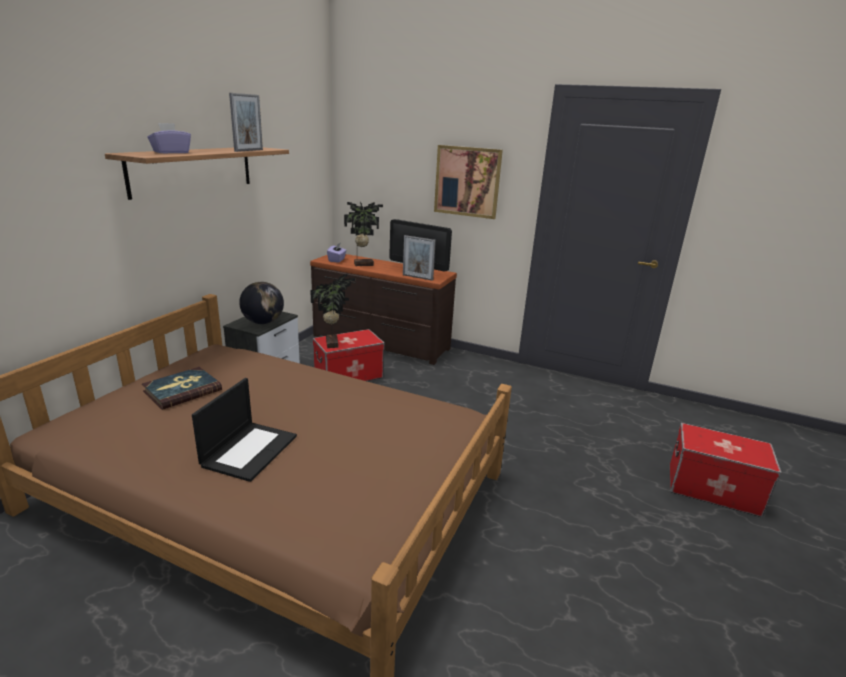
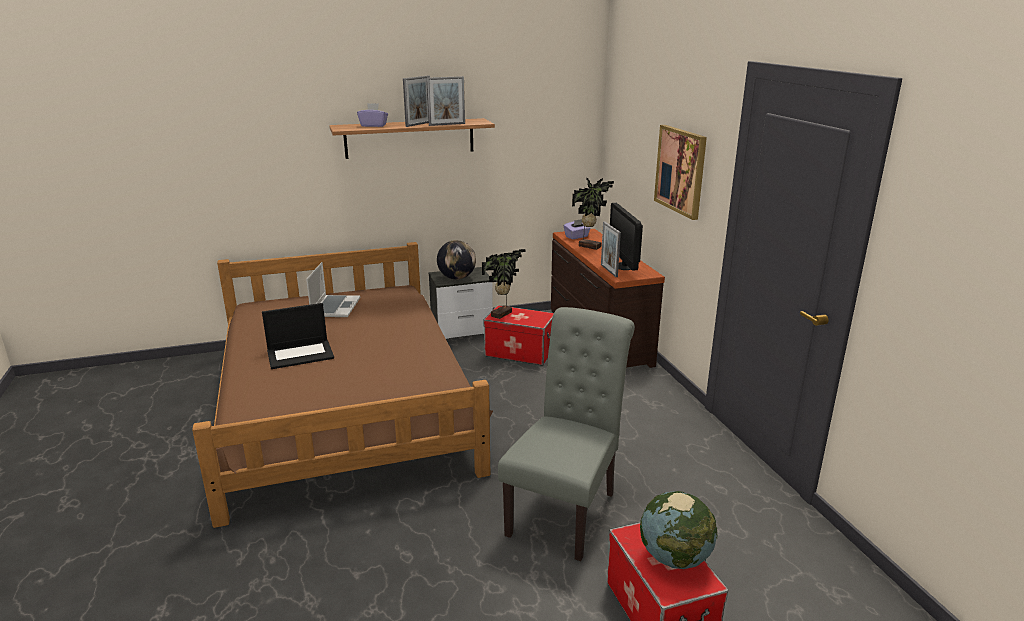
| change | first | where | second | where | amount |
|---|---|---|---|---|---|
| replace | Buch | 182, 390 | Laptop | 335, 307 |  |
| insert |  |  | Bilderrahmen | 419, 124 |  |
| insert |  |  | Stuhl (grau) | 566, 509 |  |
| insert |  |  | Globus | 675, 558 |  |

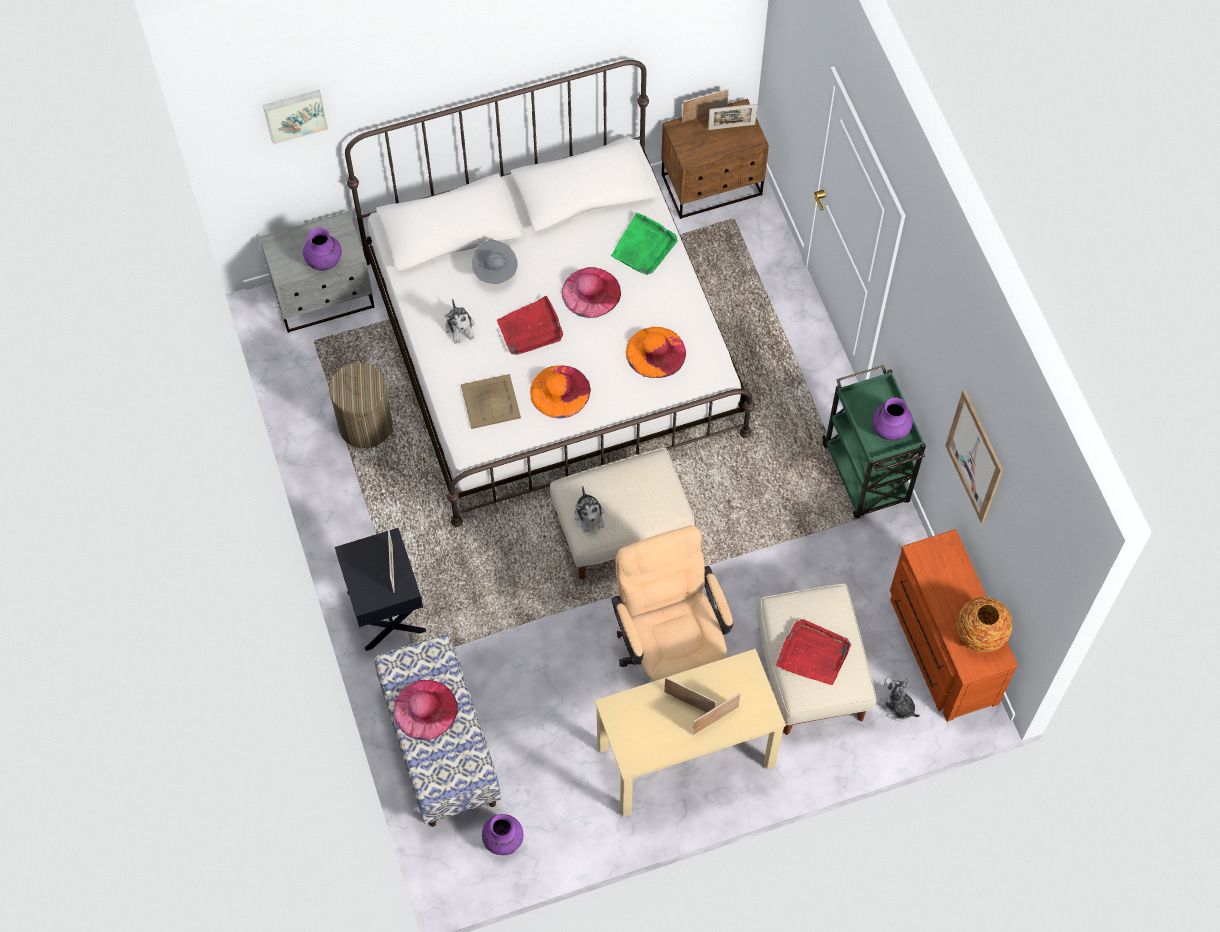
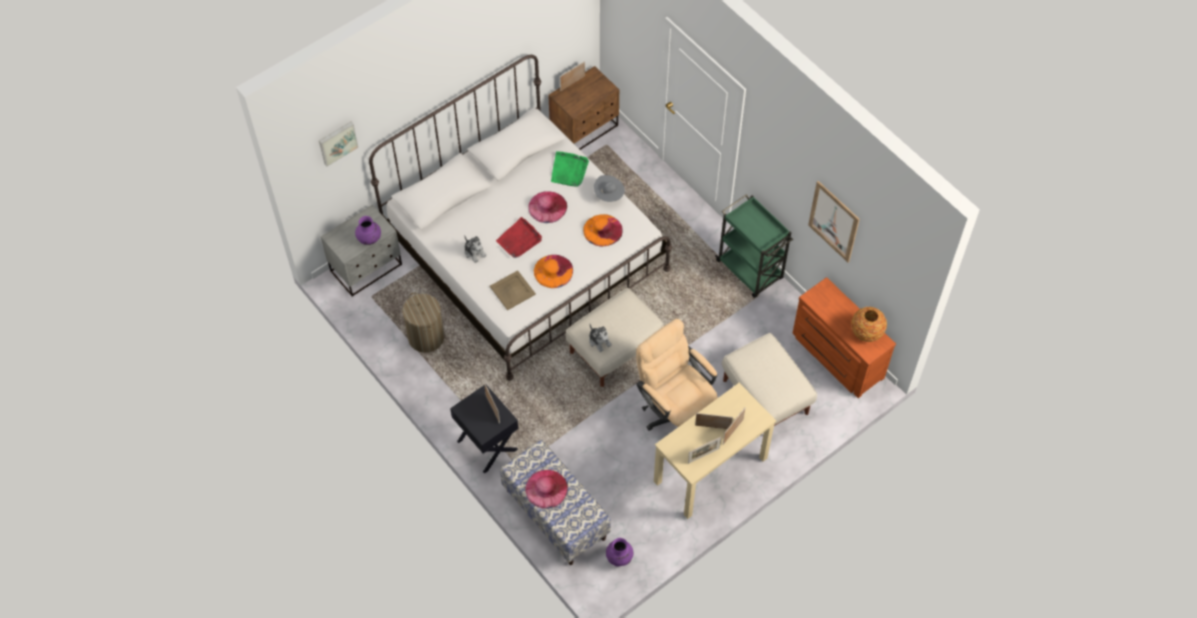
| change | first | where | second | where | amount |
|---|---|---|---|---|---|
| move | Bilderrahmen | 731, 127 |  | 703, 456 |  |
| move | Hut (grau) | 495, 273 |  | 609, 196 |  |
| delete | Vase (lila) | 890, 429 |  |  |  |
| delete | Tablett (rot) | 813, 654 |  |  |  |
| delete | Plüschtier | 897, 706 |  |  |  |

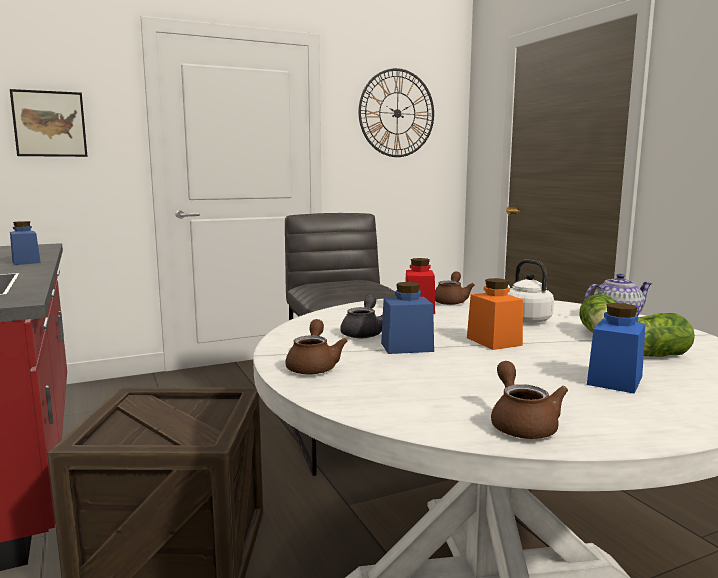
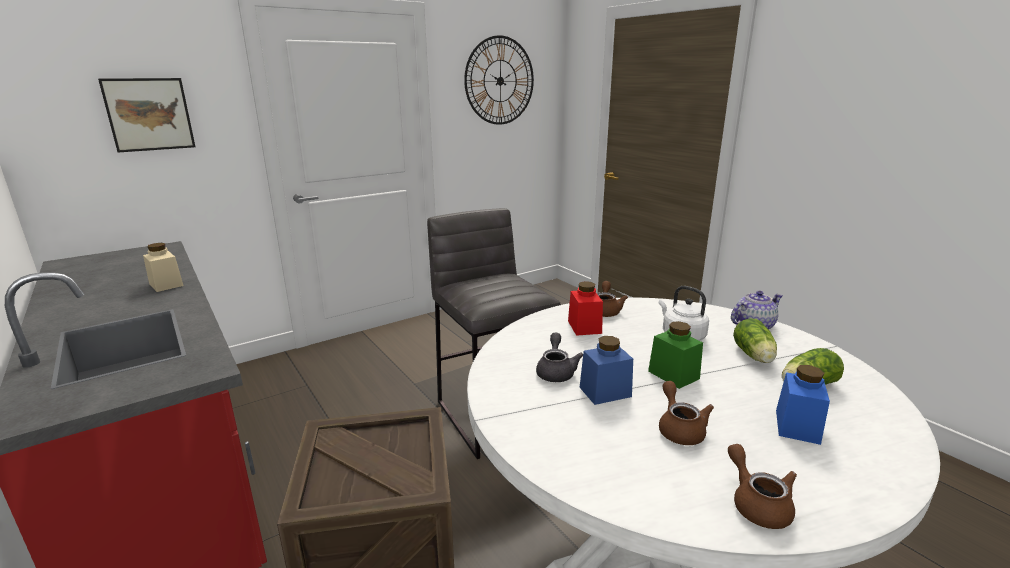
| change | first | where | second | where | amount |
|---|---|---|---|---|---|
| recolor | Vorratsglas (blau) | 26, 262 | Vorratsglas (beige) | 166, 284 |  |
| recolor | Vorratsglas (orange) | 494, 341 | Vorratsglas (grün) | 673, 375 |  |
| move | Teekanne (braun) | 314, 366 |  | 679, 429 |  |

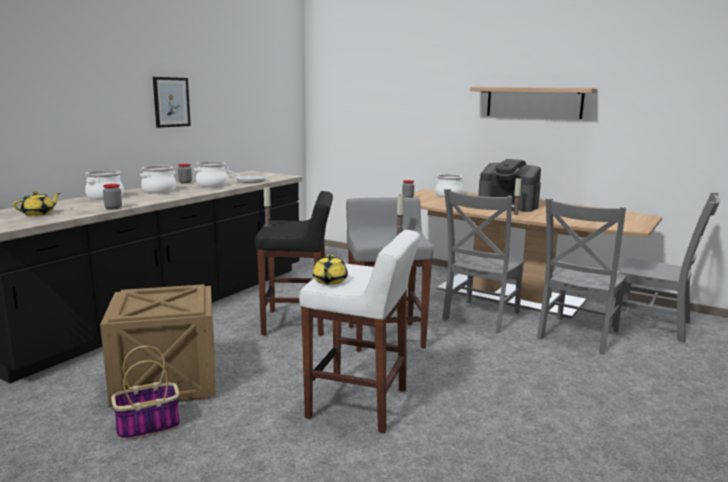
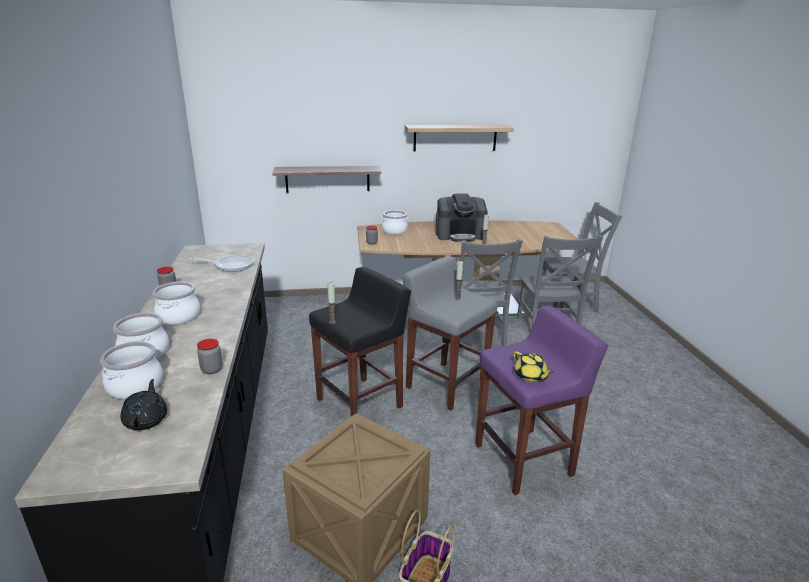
| change | first | where | second | where | amount |
|---|---|---|---|---|---|
| delete | Bild | 171, 102 |  |  |  |
| move | Kochtopf | 212, 185 |  | 136, 386 |  |
| recolor | Teekanne (gelb) | 39, 214 | Teekanne (schwarz) | 146, 420 |  |
| recolor | Hocker (weiß) | 359, 404 | Hocker (lila) | 525, 459 |  |
| insert |  |  | Wandregal | 327, 179 |  |

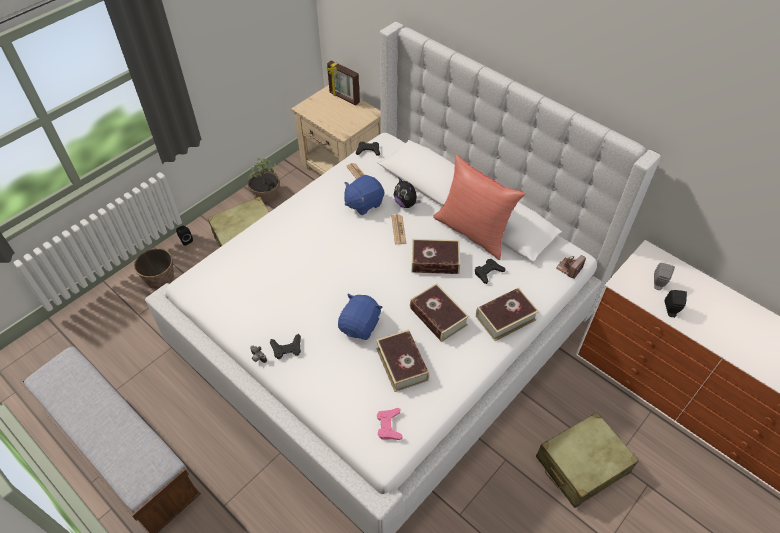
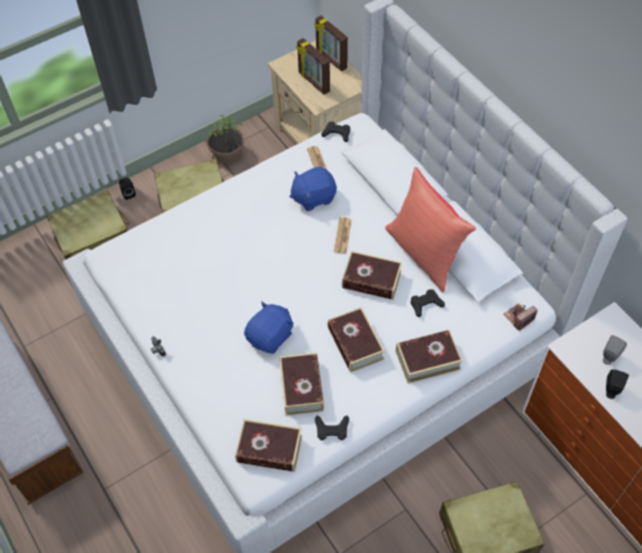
| change | first | where | second | where | amount |
|---|---|---|---|---|---|
| delete | Plüschtier | 406, 203 |  |  |  |
| replace | Pflanzkübel | 162, 283 | Koffer (beige) | 93, 238 |  |
| move | Gamepad (schwarz) | 286, 348 |  | 332, 429 |  |
| replace | Gamepad (rosa) | 389, 426 | Buch | 269, 449 |  |
| insert |  |  | Bilderrahmen | 313, 82 |  |

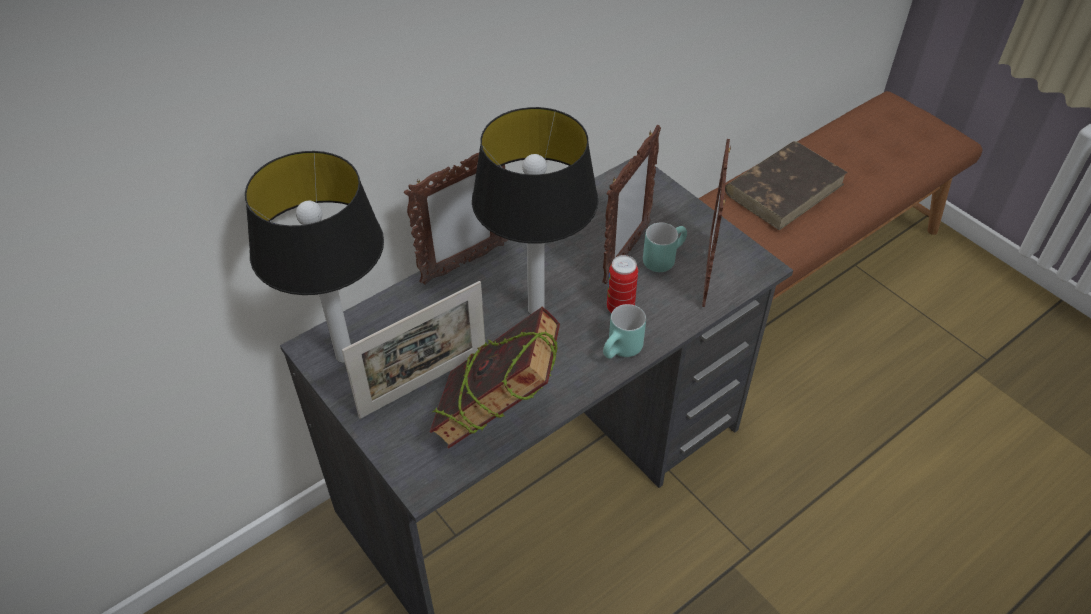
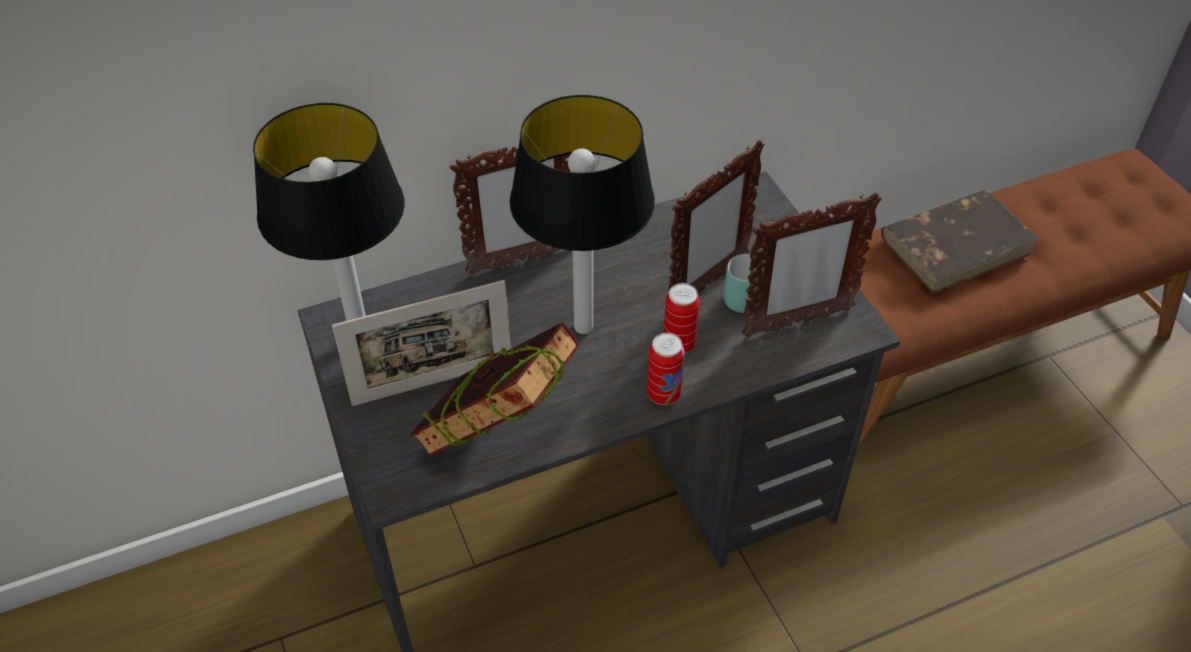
| change | first | where | second | where | amount |
|---|---|---|---|---|---|
| rotate | Bilderrahmen | 708, 271 |  | 796, 322 | 135 degrees counterclockwise |
| replace | Henkelbecher (türkis) | 622, 352 | Dose | 663, 394 |  |

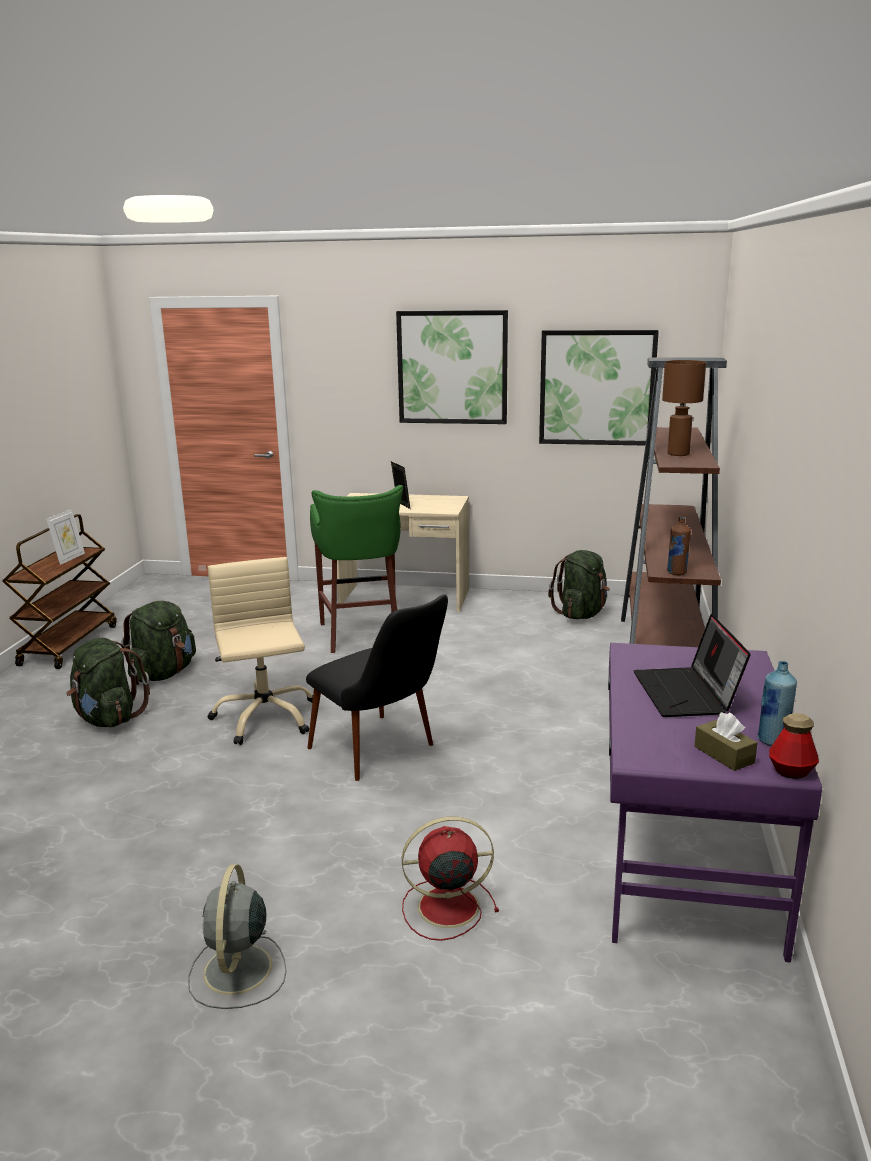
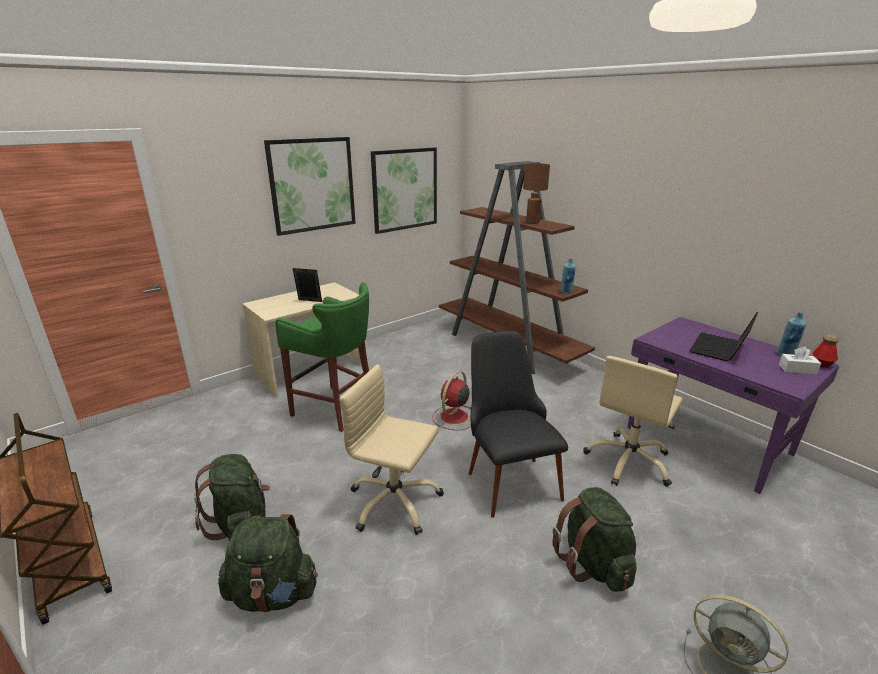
| change | first | where | second | where | amount |
|---|---|---|---|---|---|
| delete | Bilderrahmen | 69, 558 |  |  |  |
| recolor | Flasche (braun) | 676, 572 | Flasche (blau) | 566, 292 |  |
| move | Rucksack (grün) | 581, 614 |  | 593, 563 |  |
| rotate | Stuhl (schwarz) | 383, 754 |  | 507, 475 | 105 degrees counterclockwise |
| rotate | Laptop | 687, 694 |  | 719, 349 | 90 degrees clockwise |
| recolor | Taschentuchbox (braun) | 724, 755 | Taschentuchbox (weiß) | 797, 369 |  |
| move | Ventilator (rot) | 445, 907 |  | 453, 417 |  |
| insert |  |  | Bürostuhl (beige) | 629, 462 |  |

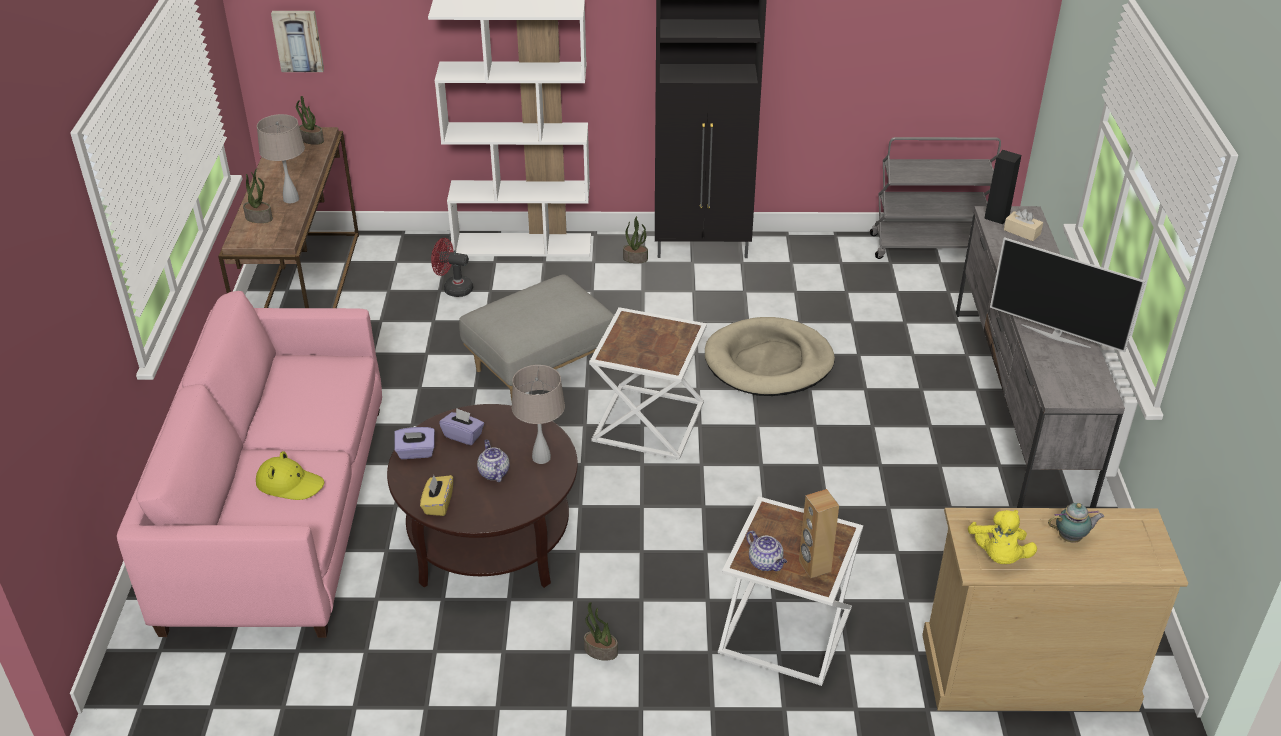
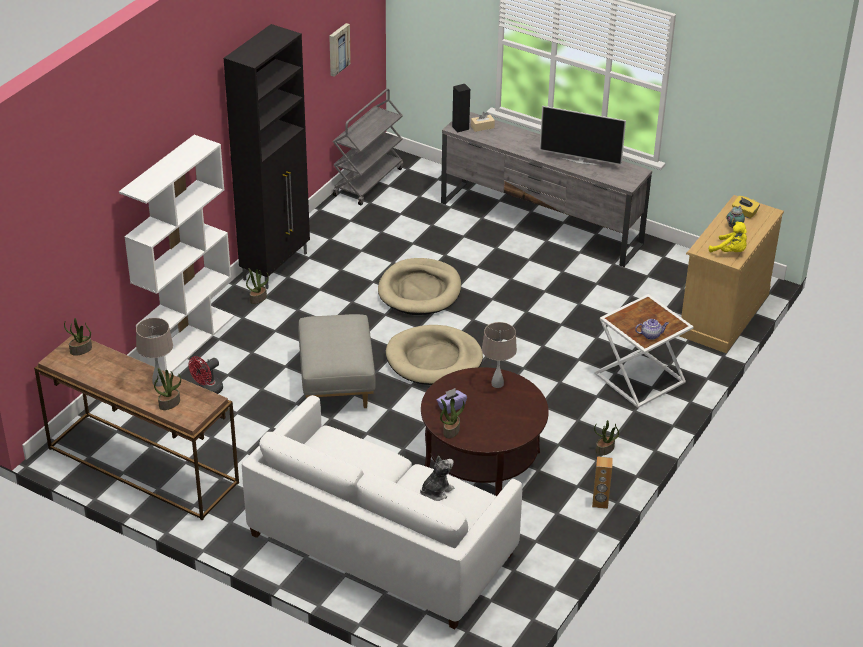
| change | first | where | second | where | amount |
|---|---|---|---|---|---|
| move | Bild | 298, 40 |  | 338, 49 |  |
| rotate | Fernseher | 1055, 335 |  | 580, 161 | 45 degrees clockwise |
| recolor | Sofa (rosa) | 279, 513 | Sofa (weiß) | 381, 545 |  |
| replace | Beistelltisch (weiß) | 649, 423 | Hundebett (beige) | 434, 359 |  |
| replace | Taschentuchbox (lila) | 416, 452 | Topfpflanze | 451, 430 |  |
| delete | Teekanne | 493, 472 |  |  |  |
| replace | Hut (gelb) | 290, 484 | Plüschtier | 436, 491 |  |
| move | Taschentuchbox (gelb) | 438, 504 |  | 744, 213 |  |
| move | Lautsprecher (braun) | 814, 566 |  | 600, 503 |  |

